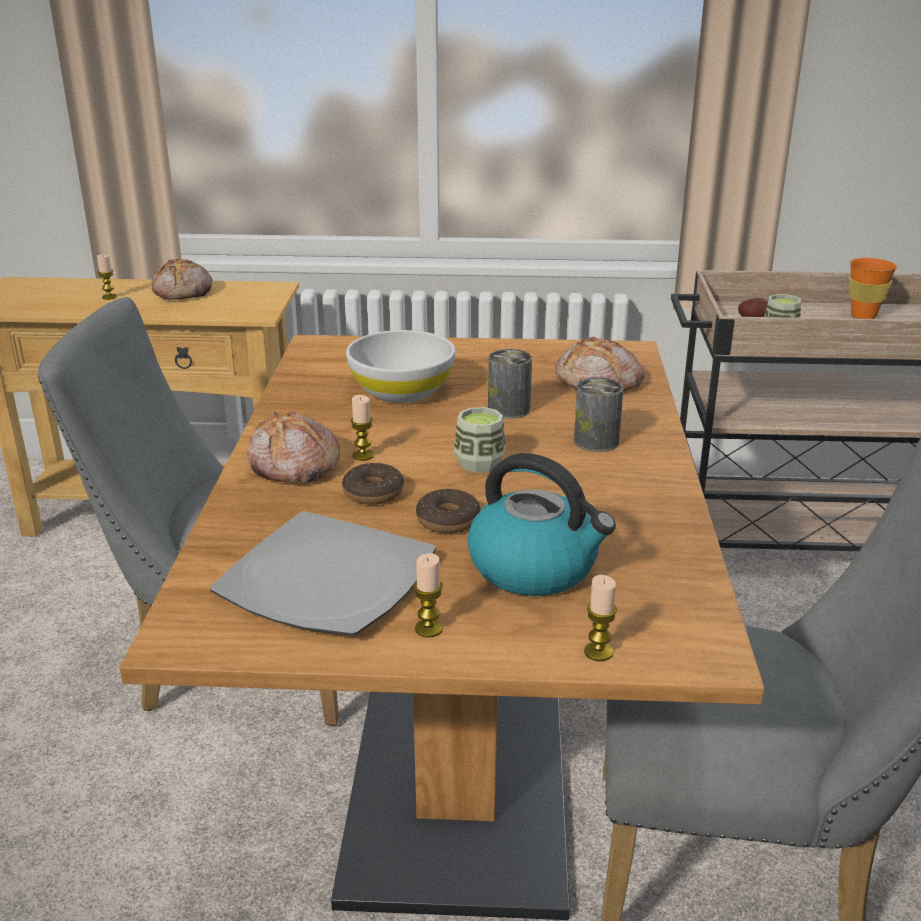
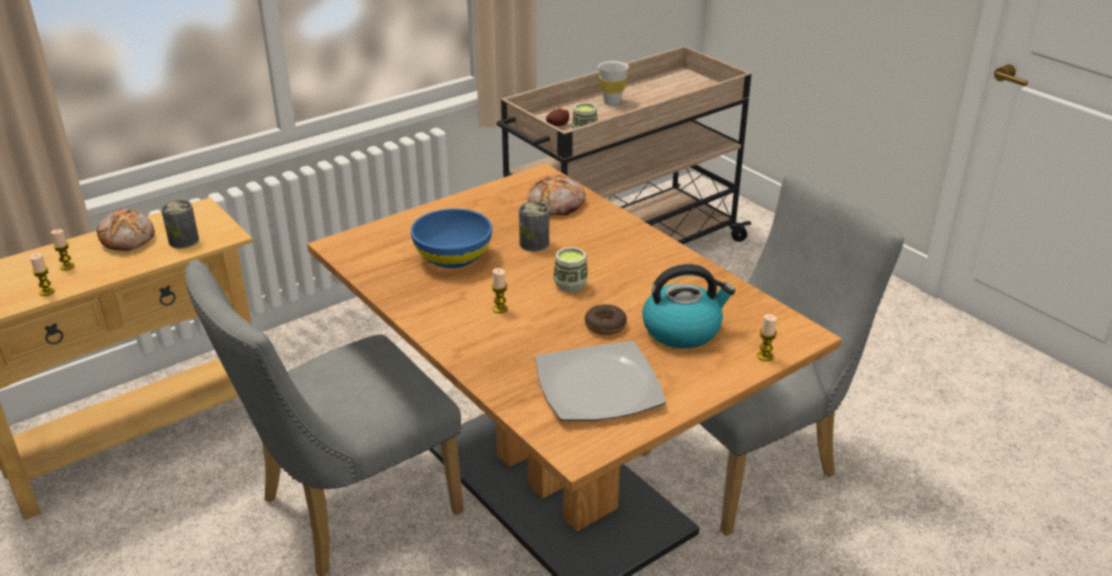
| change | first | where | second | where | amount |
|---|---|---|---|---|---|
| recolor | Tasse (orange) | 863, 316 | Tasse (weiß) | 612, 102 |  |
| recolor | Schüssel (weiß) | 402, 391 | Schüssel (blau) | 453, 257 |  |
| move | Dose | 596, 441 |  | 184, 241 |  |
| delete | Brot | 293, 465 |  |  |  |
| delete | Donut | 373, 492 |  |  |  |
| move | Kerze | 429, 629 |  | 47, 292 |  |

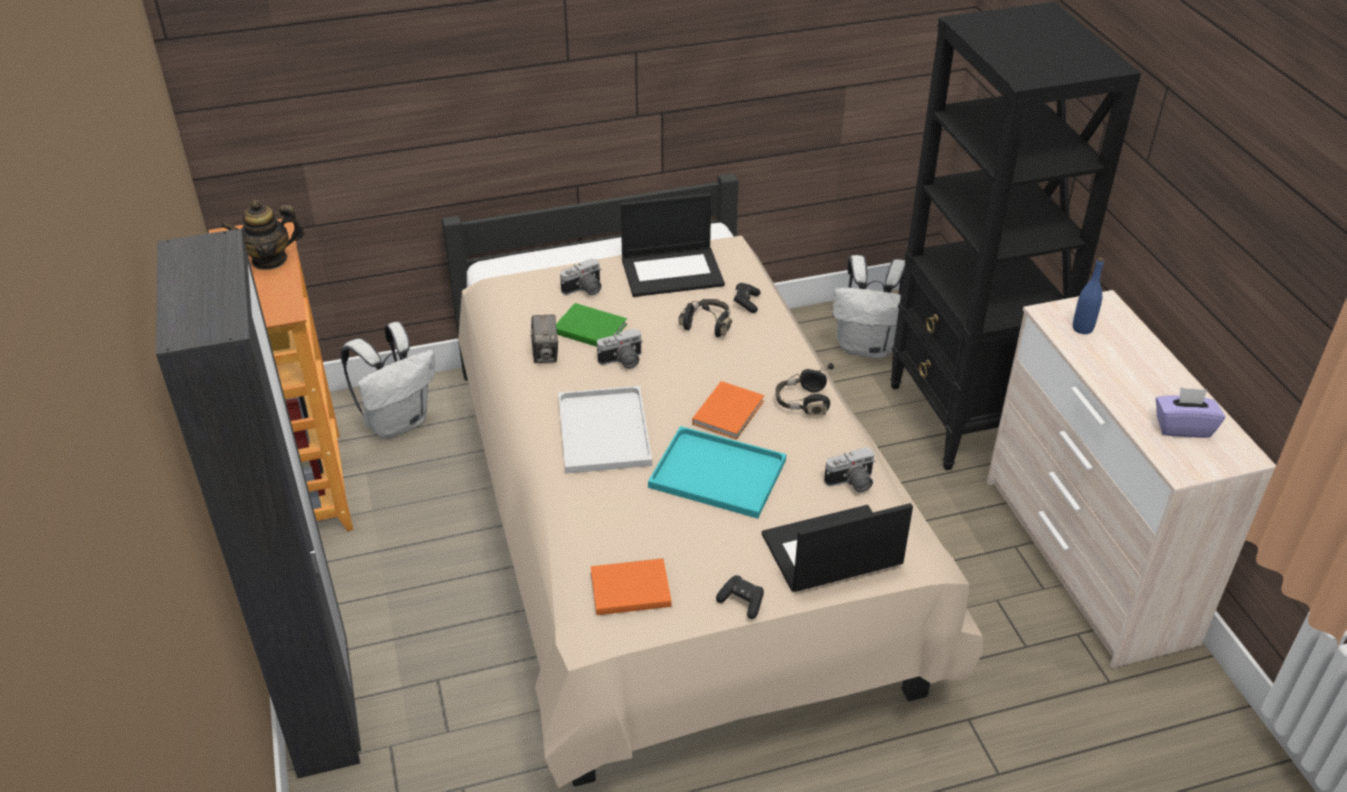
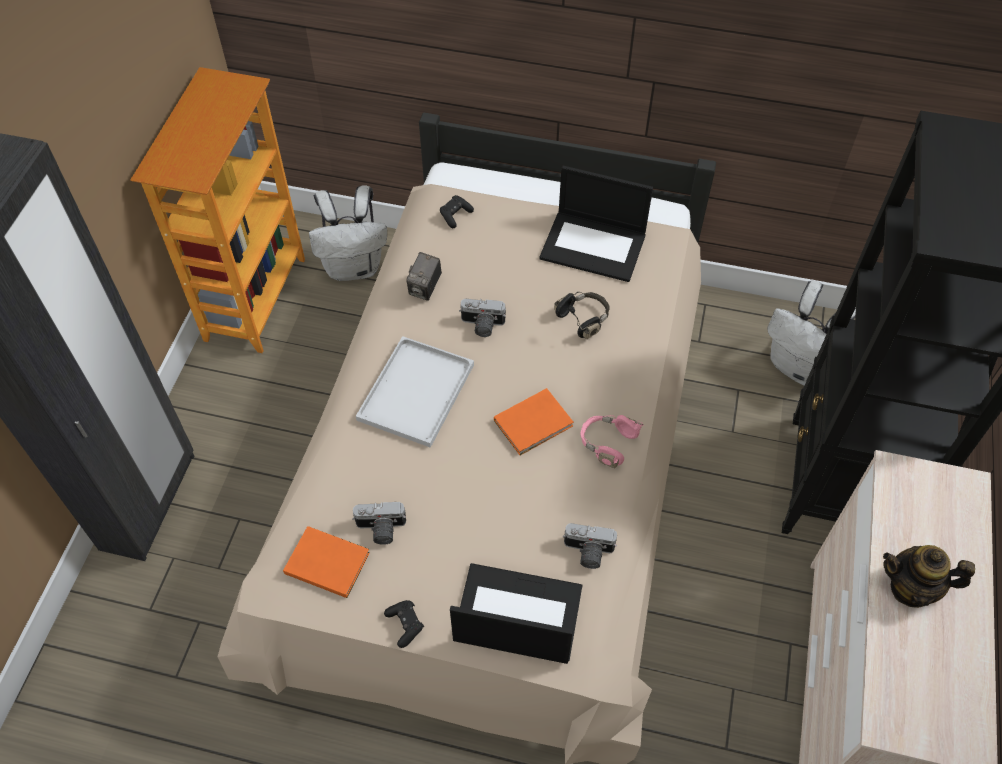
| change | first | where | second | where | amount |
|---|---|---|---|---|---|
| move | Teekanne | 270, 260 |  | 911, 588 |  |
| delete | Flasche (blau) | 1082, 328 |  |  |  |
| move | Kamera | 584, 290 |  | 380, 530 |  |
| move | Gamepad (schwarz) | 746, 303 |  | 455, 215 |  |
| delete | Buch (grün) | 589, 327 |  |  |  |
| recolor | Kopfhörer (schwarz) | 802, 402 | Kopfhörer (rosa) | 607, 443 |  |
| delete | Taschentuchbox (lila) | 1182, 427 |  |  |  |
| delete | Tablett (türkis) | 714, 474 |  |  |  |

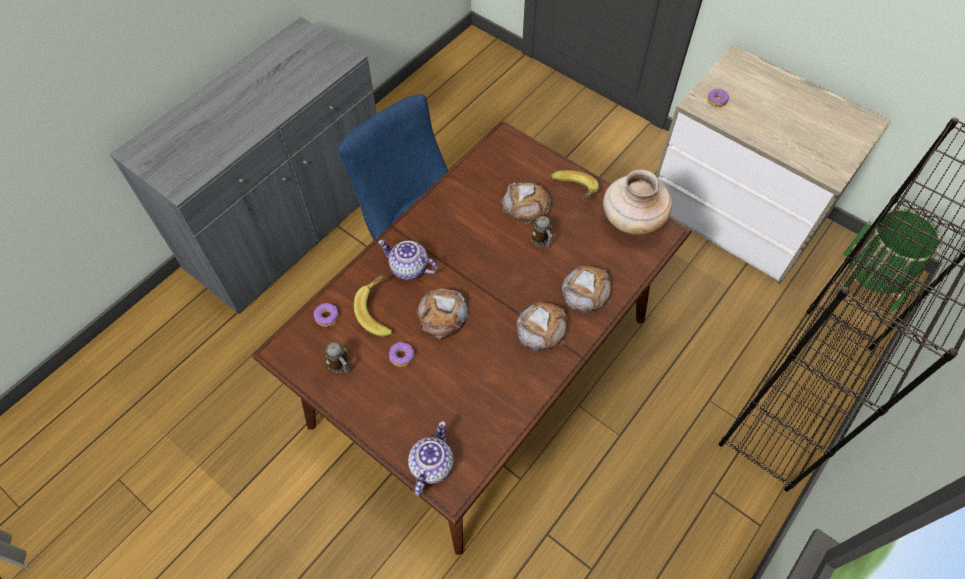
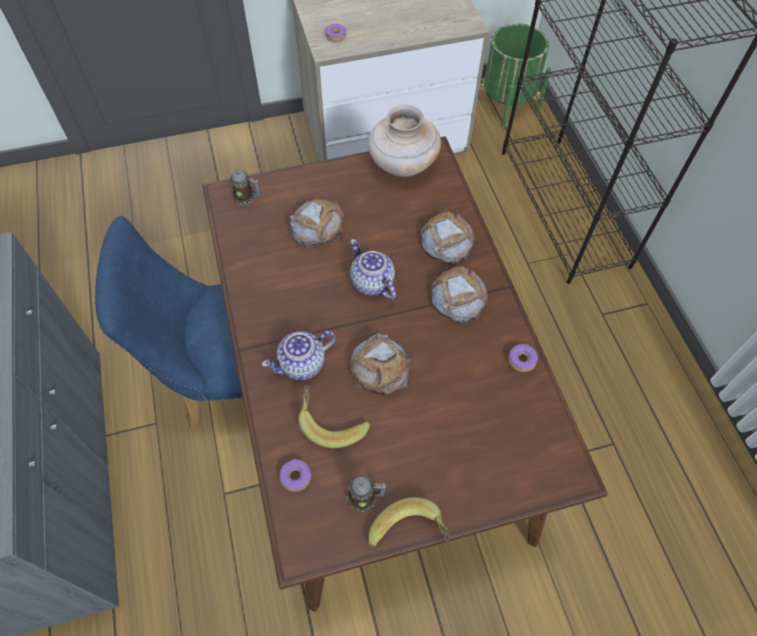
| change | first | where | second | where | amount |
|---|---|---|---|---|---|
| move | Banane | 573, 193 |  | 409, 535 |  |
| move | Henkelbecher | 542, 241 |  | 247, 197 |  |
| move | Donut | 401, 356 |  | 521, 360 |  |
| move | Teekanne | 431, 466 |  | 372, 283 |  |

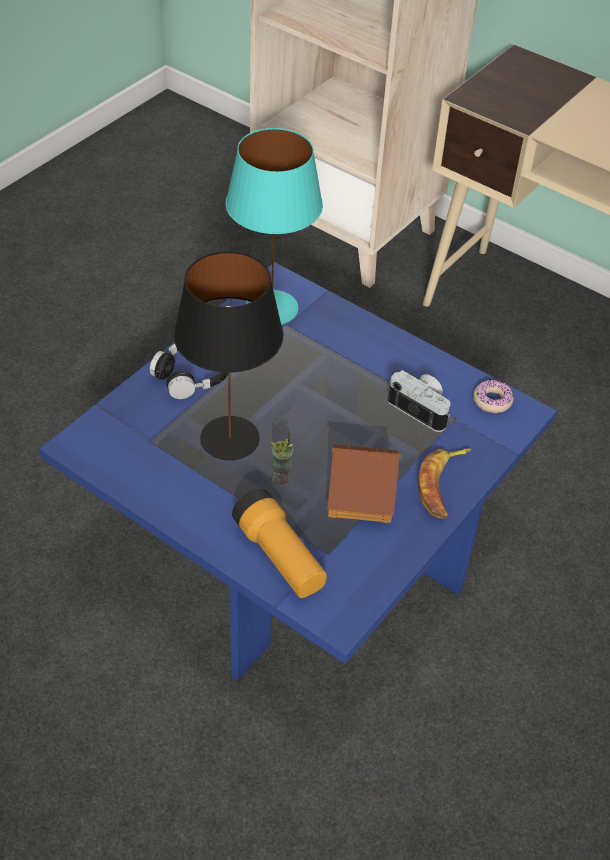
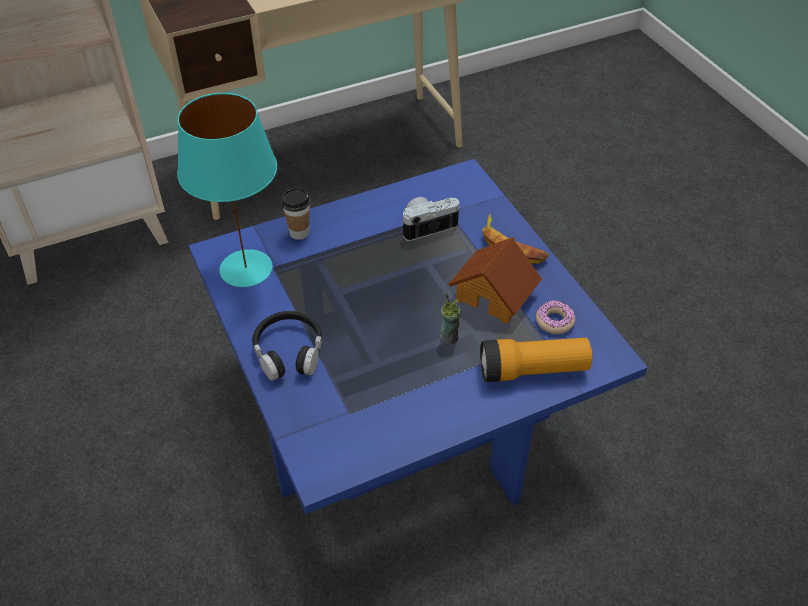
| change | first | where | second | where | amount |
|---|---|---|---|---|---|
| delete | Tischlampe (schwarz) | 229, 437 |  |  |  |
| move | Donut | 492, 401 |  | 554, 321 |  |
| insert |  |  | Tasse | 299, 233 |  |

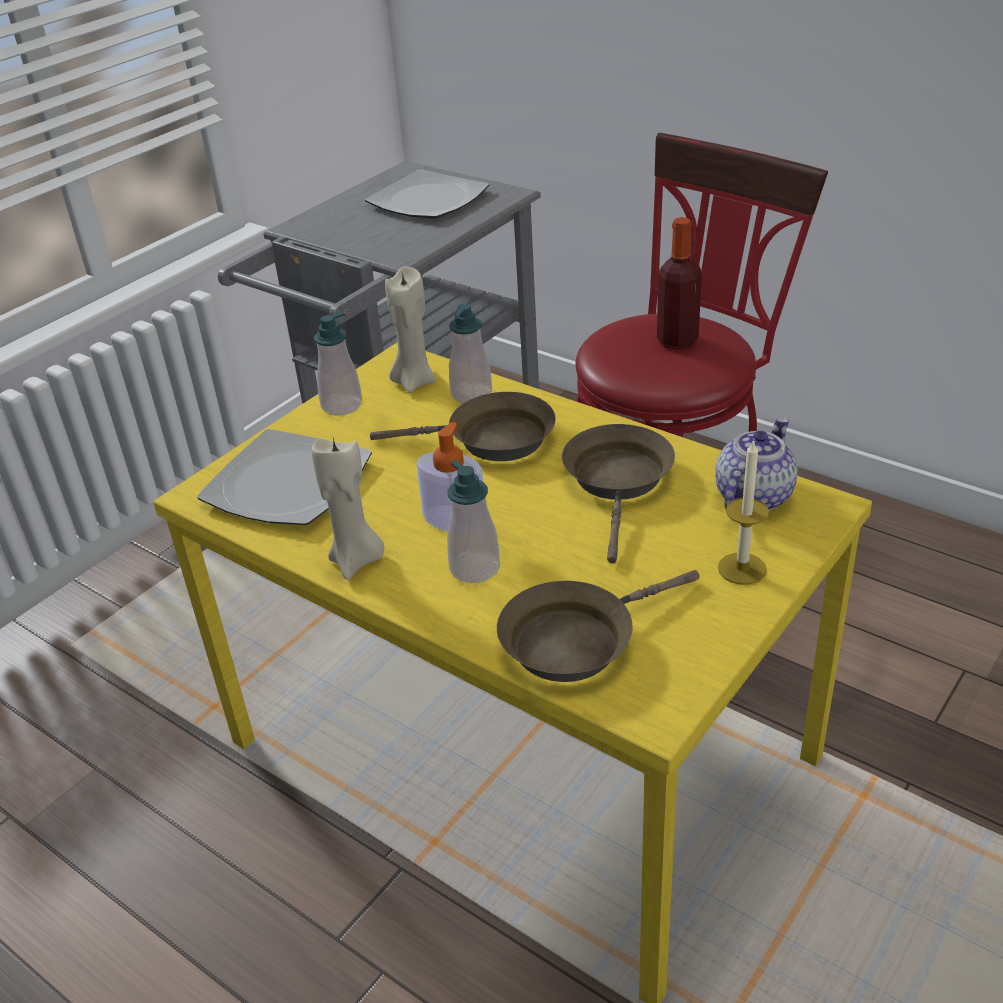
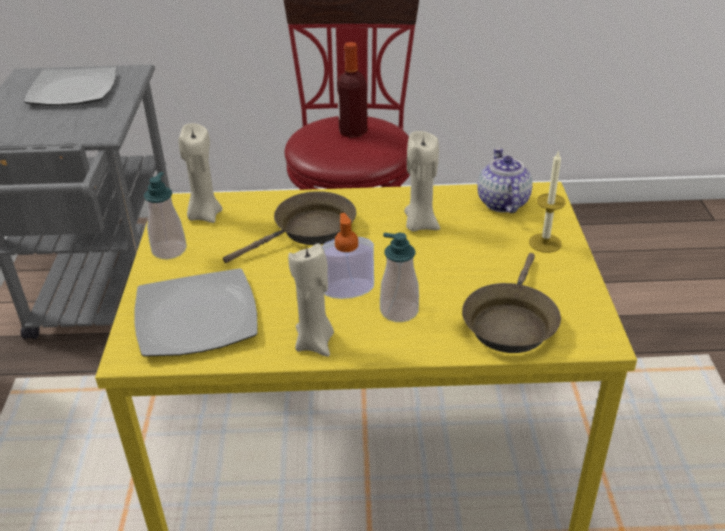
| change | first | where | second | where | amount |
|---|---|---|---|---|---|
| delete | Seifenspender | 471, 394 |  |  |  |
| replace | Pfanne (braun) | 618, 482 | Kerze (beige) | 419, 224 |  |

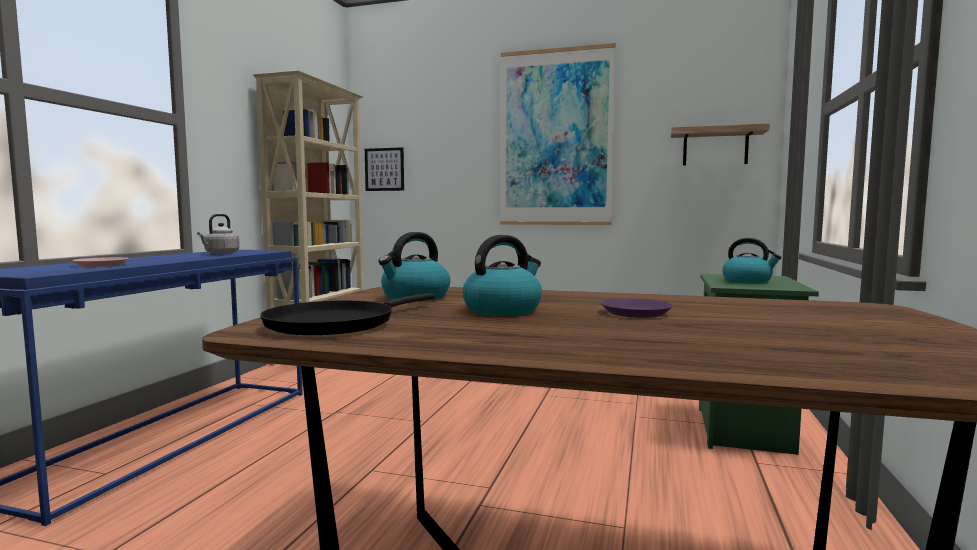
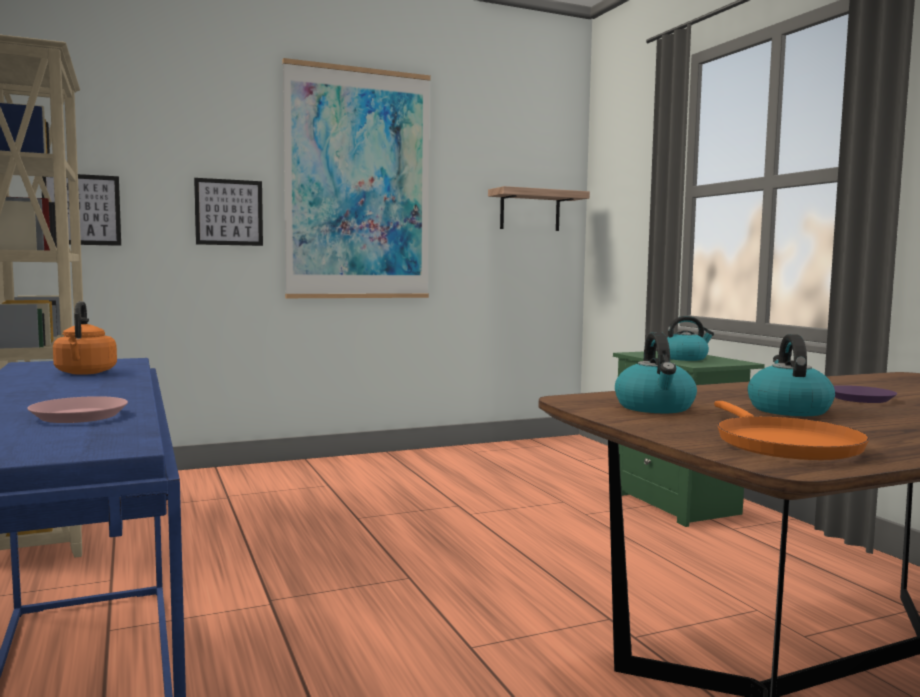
| change | first | where | second | where | amount |
|---|---|---|---|---|---|
| recolor | Wasserkessel (grau) | 220, 253 | Wasserkessel (orange) | 85, 373 |  |
| recolor | Pfanne (schwarz) | 336, 323 | Pfanne (orange) | 782, 444 |  |
| insert |  |  | Bild | 229, 212 |  |

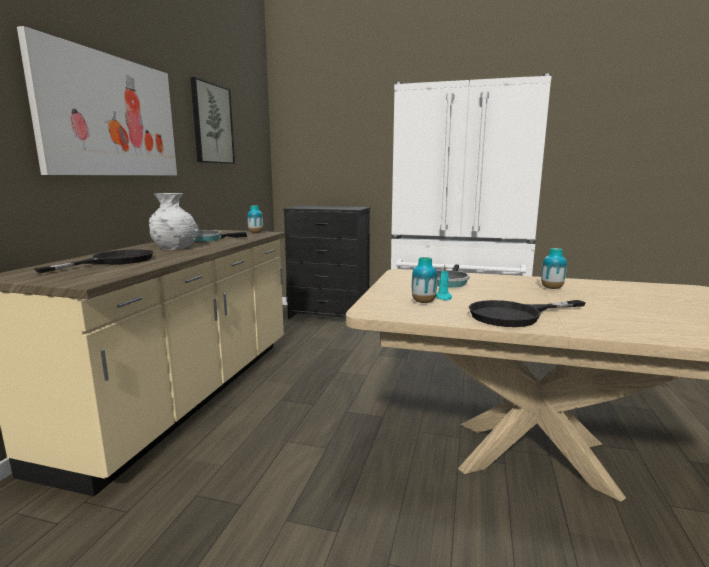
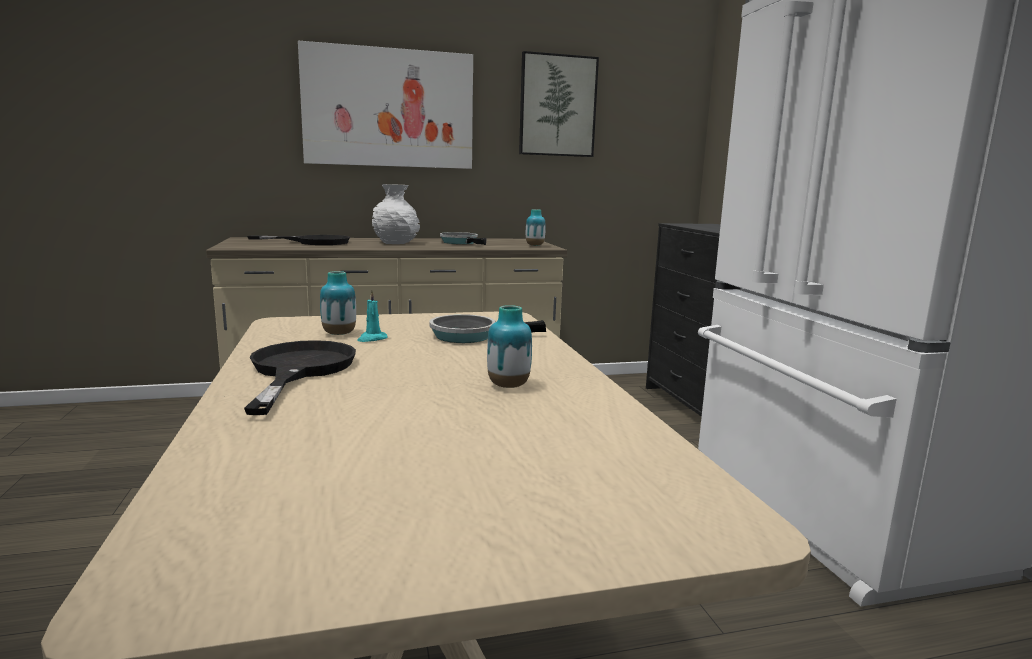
| change | first | where | second | where | amount |
|---|---|---|---|---|---|
| rotate | Pfanne (schwarz) | 515, 315 |  | 298, 370 | 45 degrees clockwise |

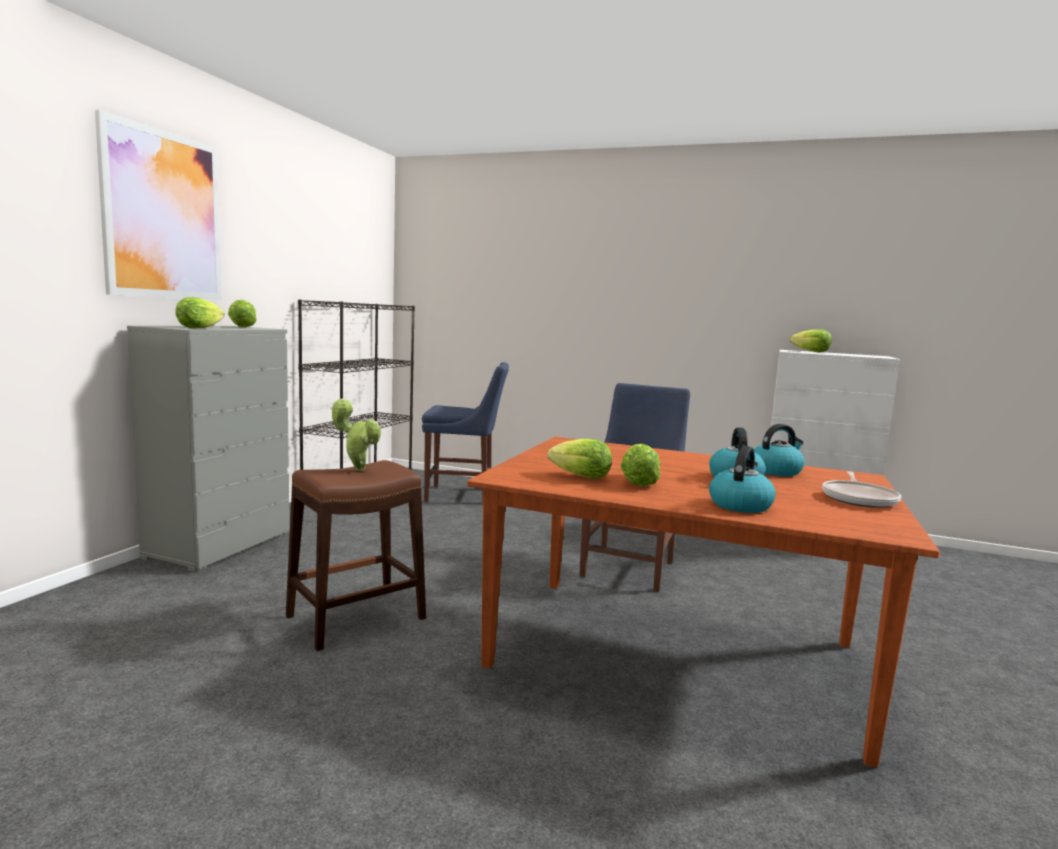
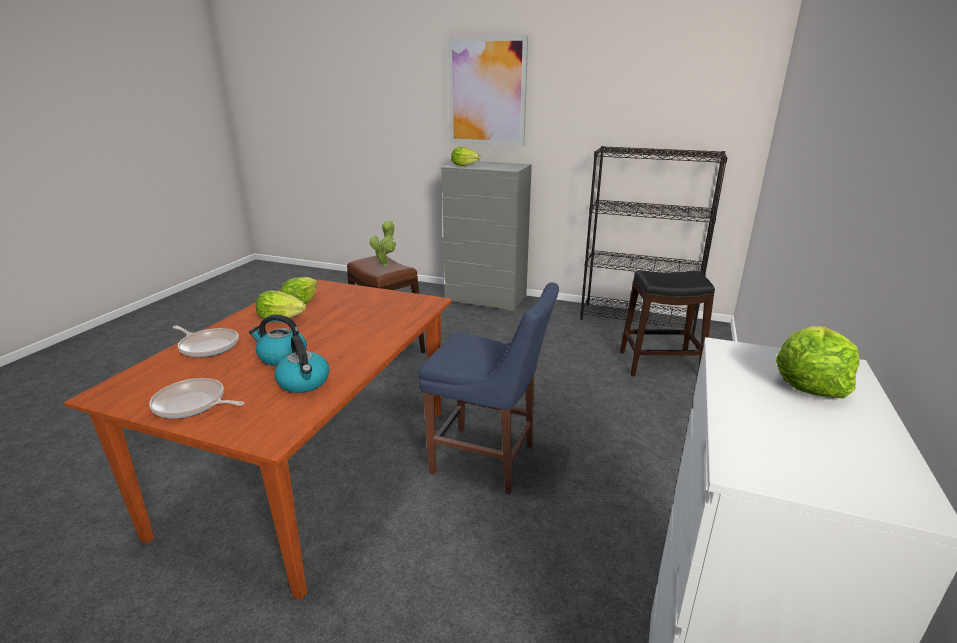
| change | first | where | second | where | amount |
|---|---|---|---|---|---|
| delete | Salatkopf | 241, 327 |  |  |  |
| replace | Stuhl (blau) | 463, 495 | Hocker (schwarz) | 660, 364 |  |
| replace | Wasserkessel | 740, 505 | Pfanne | 208, 346 |  |

